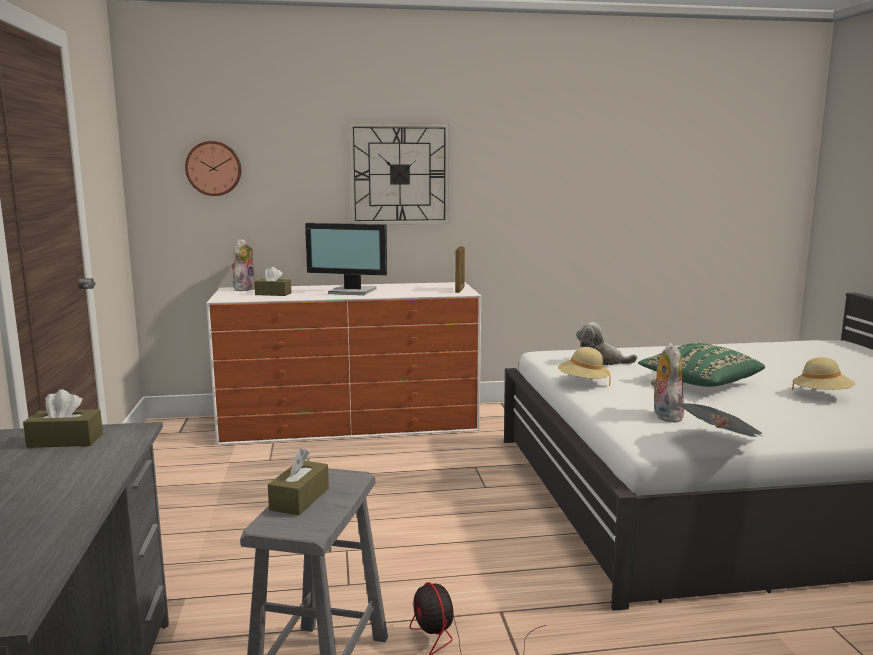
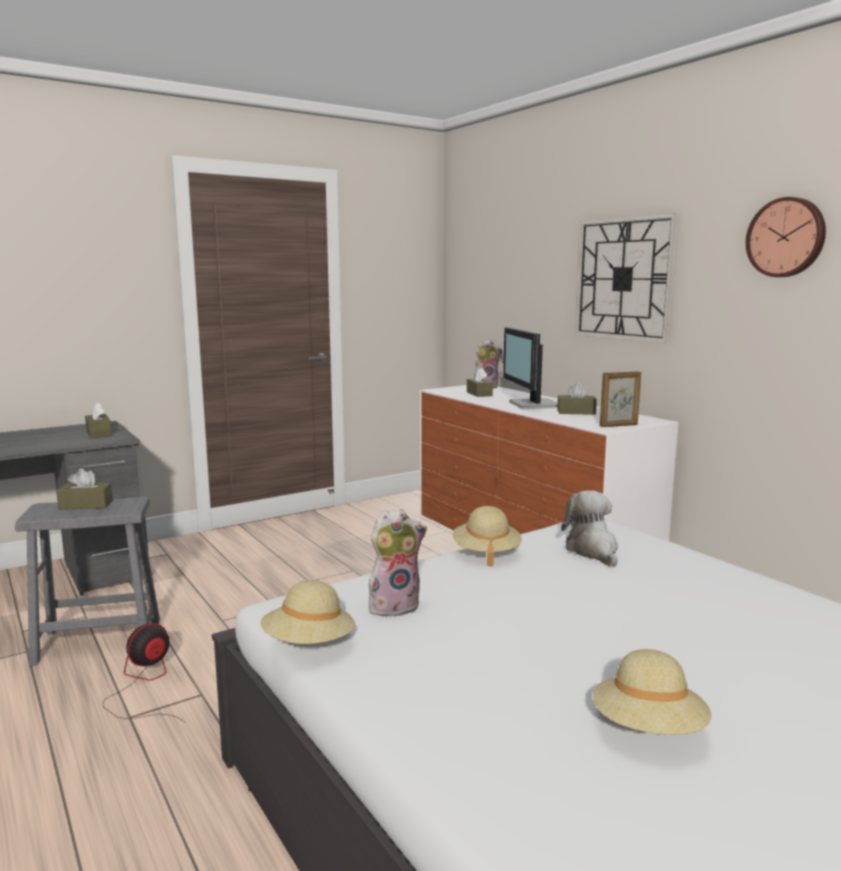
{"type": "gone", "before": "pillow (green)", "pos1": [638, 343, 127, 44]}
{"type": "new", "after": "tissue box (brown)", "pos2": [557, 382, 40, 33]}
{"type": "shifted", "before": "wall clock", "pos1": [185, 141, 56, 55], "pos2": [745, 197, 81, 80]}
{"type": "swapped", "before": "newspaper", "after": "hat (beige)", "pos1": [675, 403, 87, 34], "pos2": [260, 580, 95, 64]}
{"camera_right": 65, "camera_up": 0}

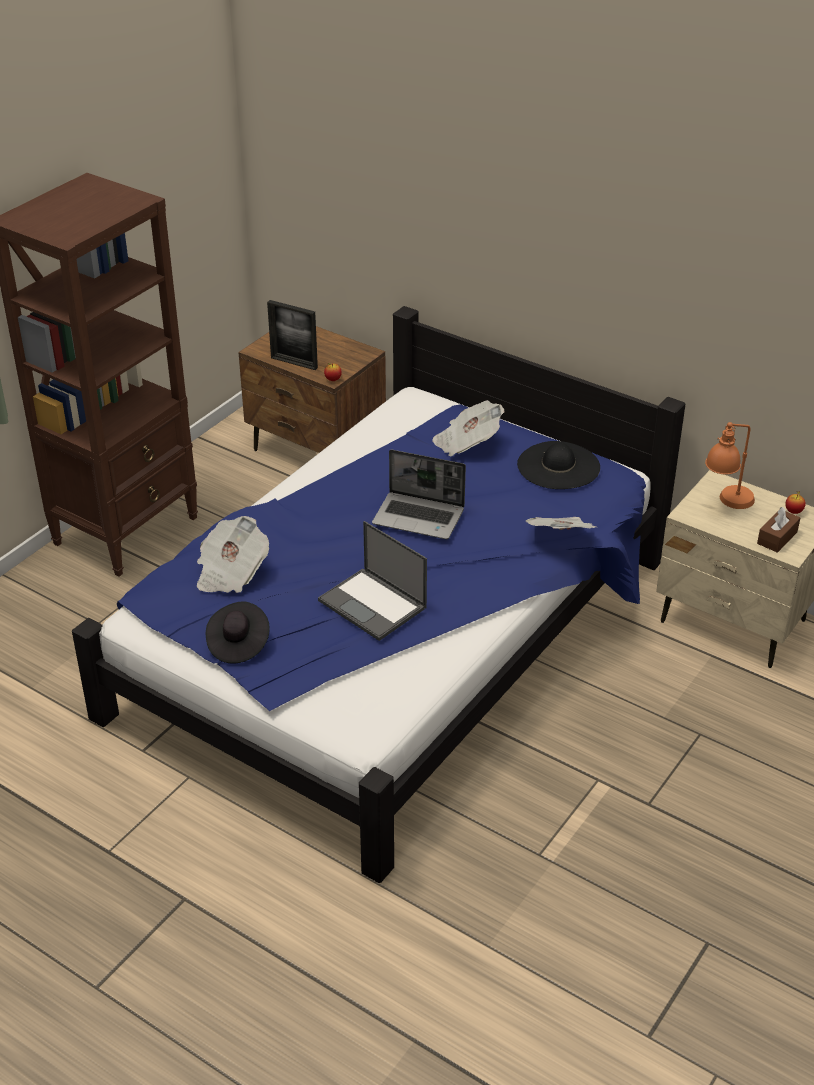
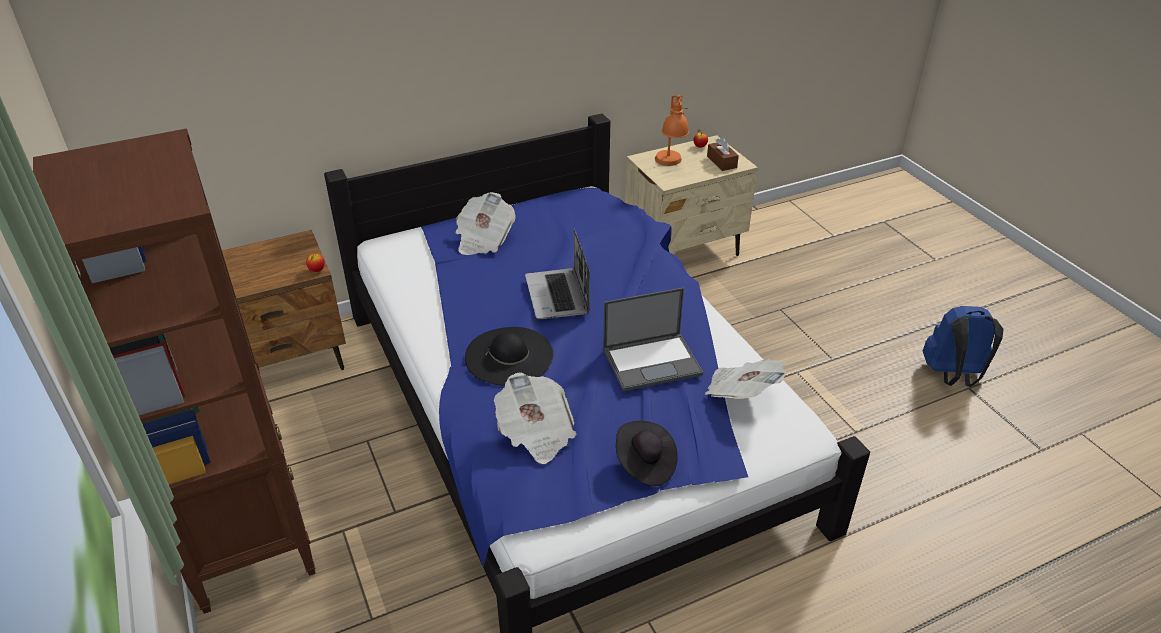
{"type": "gone", "before": "picture frame", "pos1": [267, 300, 51, 70]}
{"type": "new", "after": "backpack (blue)", "pos2": [923, 306, 81, 81]}
{"type": "shifted", "before": "hat (black)", "pos1": [517, 441, 83, 48], "pos2": [465, 327, 88, 59]}
{"type": "shifted", "before": "newspaper", "pos1": [526, 517, 70, 13], "pos2": [705, 359, 81, 40]}
{"type": "rotated", "before": "laptop", "pos1": [372, 449, 94, 90], "pos2": [525, 228, 65, 91], "turn": 120}
{"camera_right": -60, "camera_up": 0}

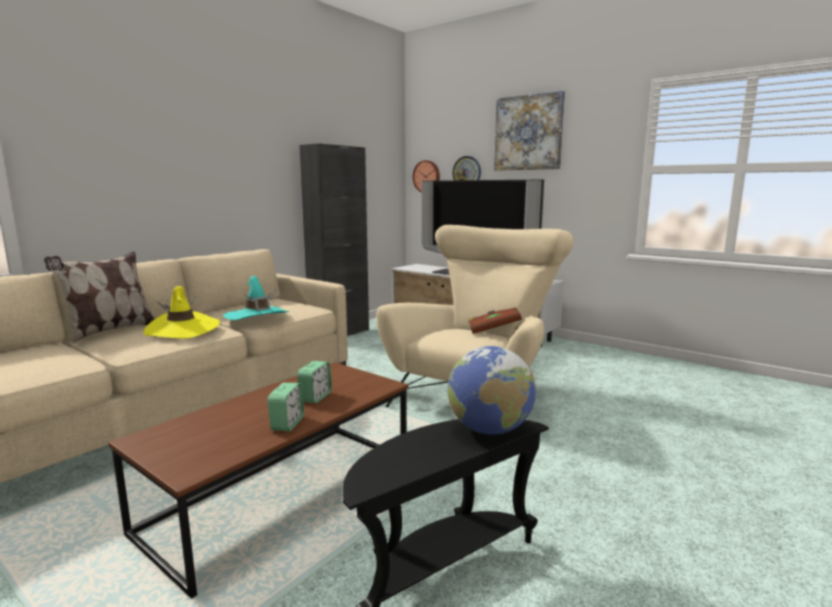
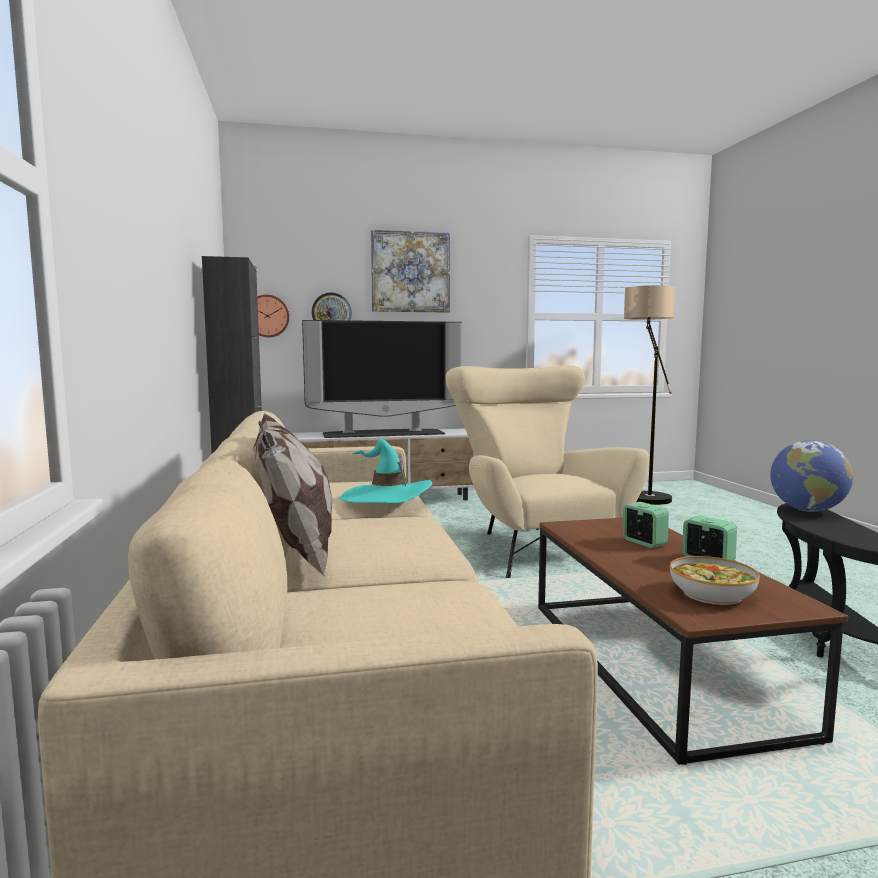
{"type": "gone", "before": "hat (yellow)", "pos1": [143, 286, 77, 52]}
{"type": "gone", "before": "book (brown)", "pos1": [468, 307, 54, 27]}
{"type": "new", "after": "floor lamp", "pos2": [624, 285, 51, 220]}
{"type": "new", "after": "bowl", "pos2": [670, 556, 90, 49]}
{"camera_right": -50, "camera_up": -5}

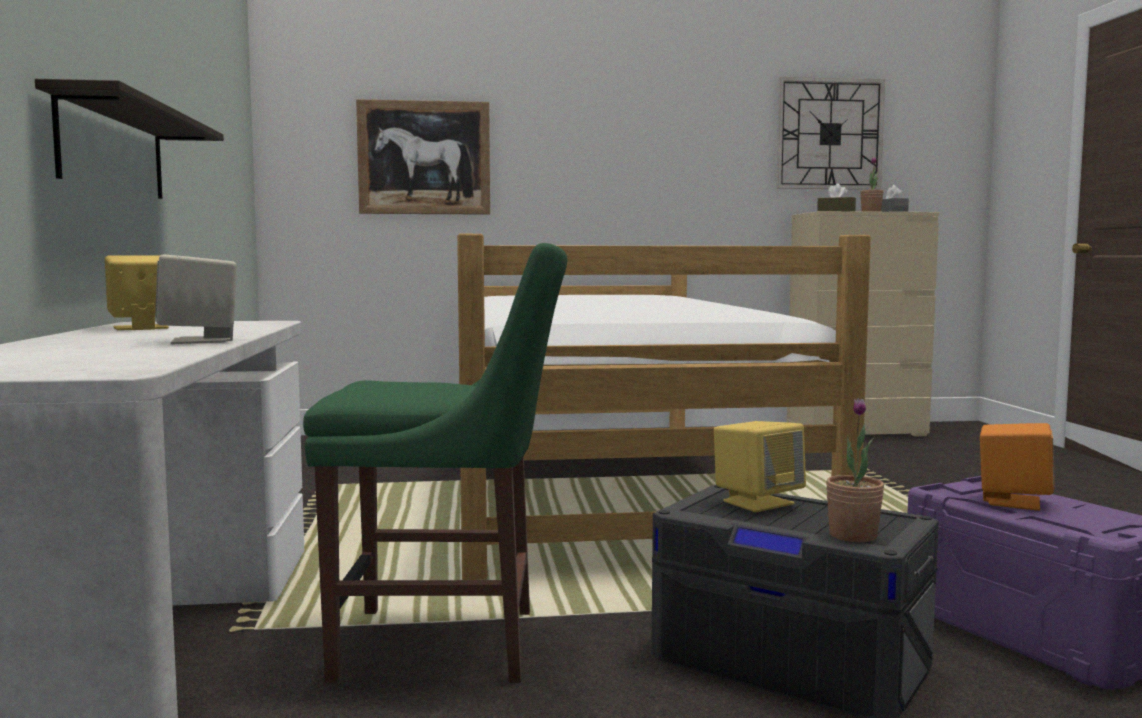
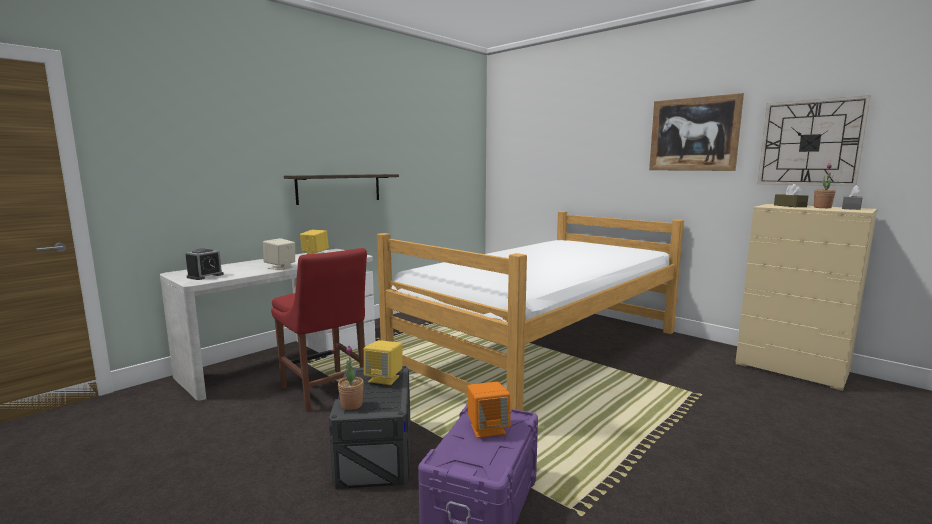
{"type": "new", "after": "alarm clock", "pos2": [186, 248, 38, 32]}
{"type": "shifted", "before": "picture", "pos1": [356, 99, 134, 116], "pos2": [649, 93, 95, 78]}
{"type": "repainted", "before": "chair (green)", "after": "chair (red)", "pos1": [303, 243, 264, 440], "pos2": [271, 248, 96, 164]}
{"camera_right": 50, "camera_up": 5}

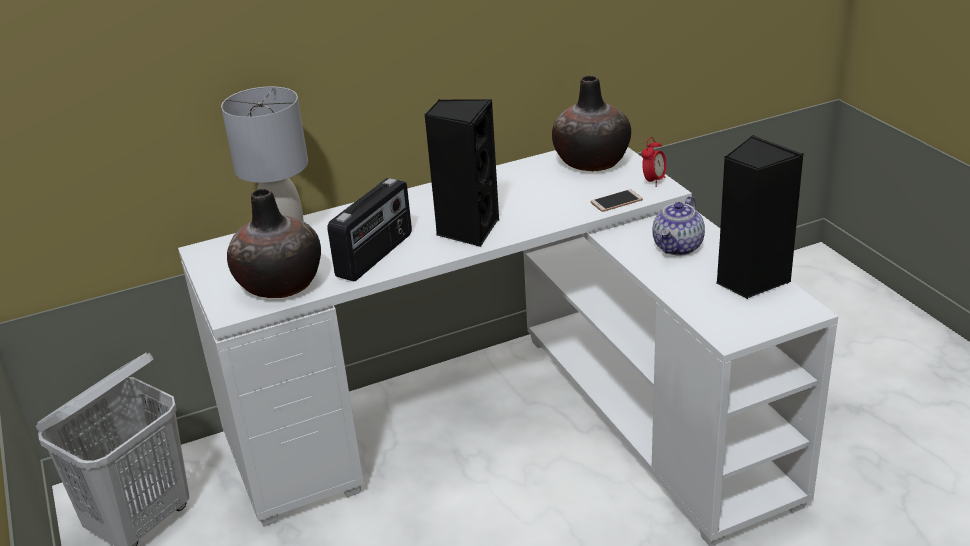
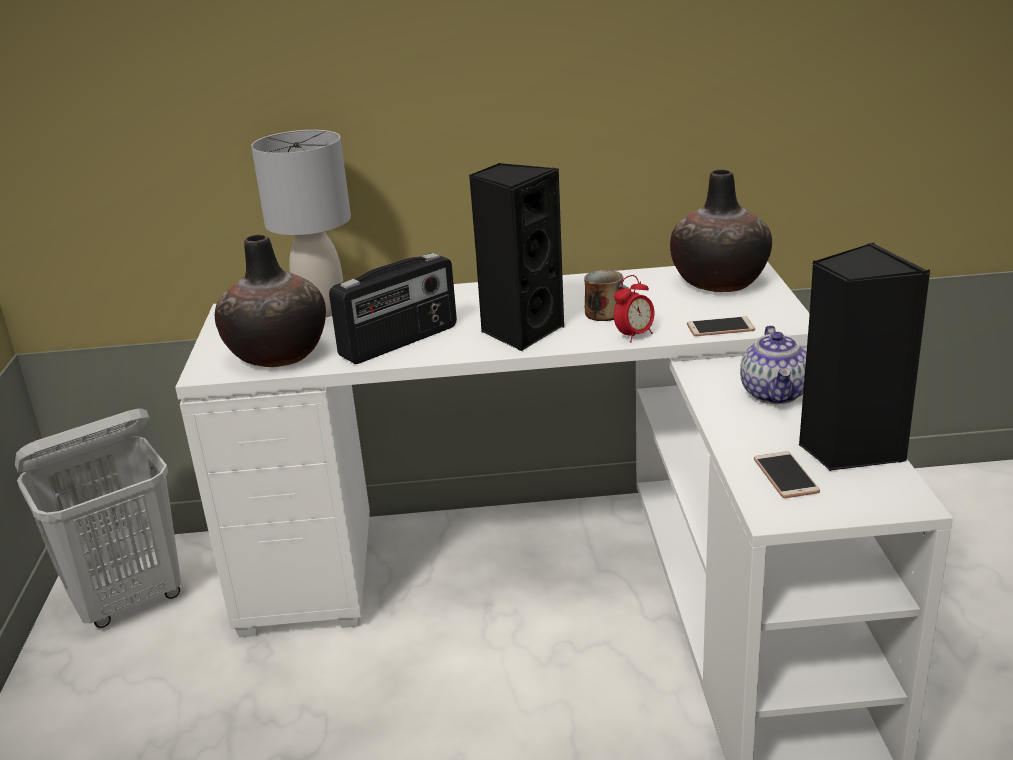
{"type": "new", "after": "mug", "pos2": [584, 270, 45, 51]}
{"type": "new", "after": "phone", "pos2": [754, 451, 66, 47]}
{"type": "shifted", "before": "alarm clock", "pos1": [641, 137, 26, 50], "pos2": [614, 275, 41, 68]}
{"type": "rotated", "before": "teapot", "pos1": [652, 196, 53, 60], "pos2": [740, 325, 67, 79], "turn": -45}
{"camera_right": 20, "camera_up": -5}

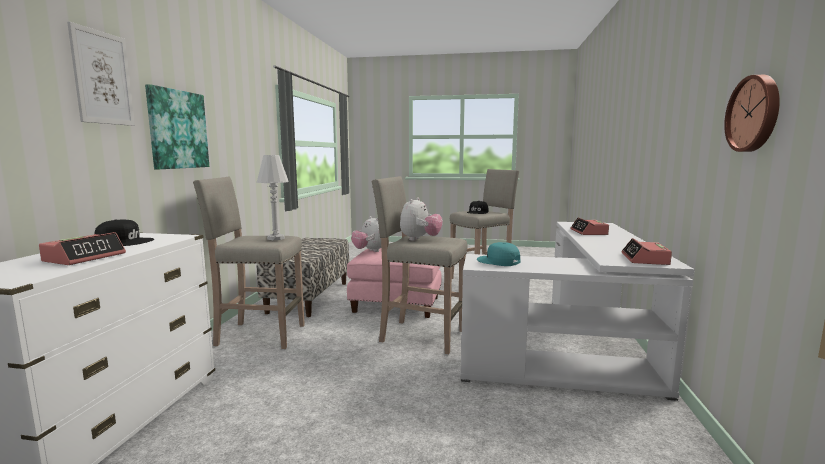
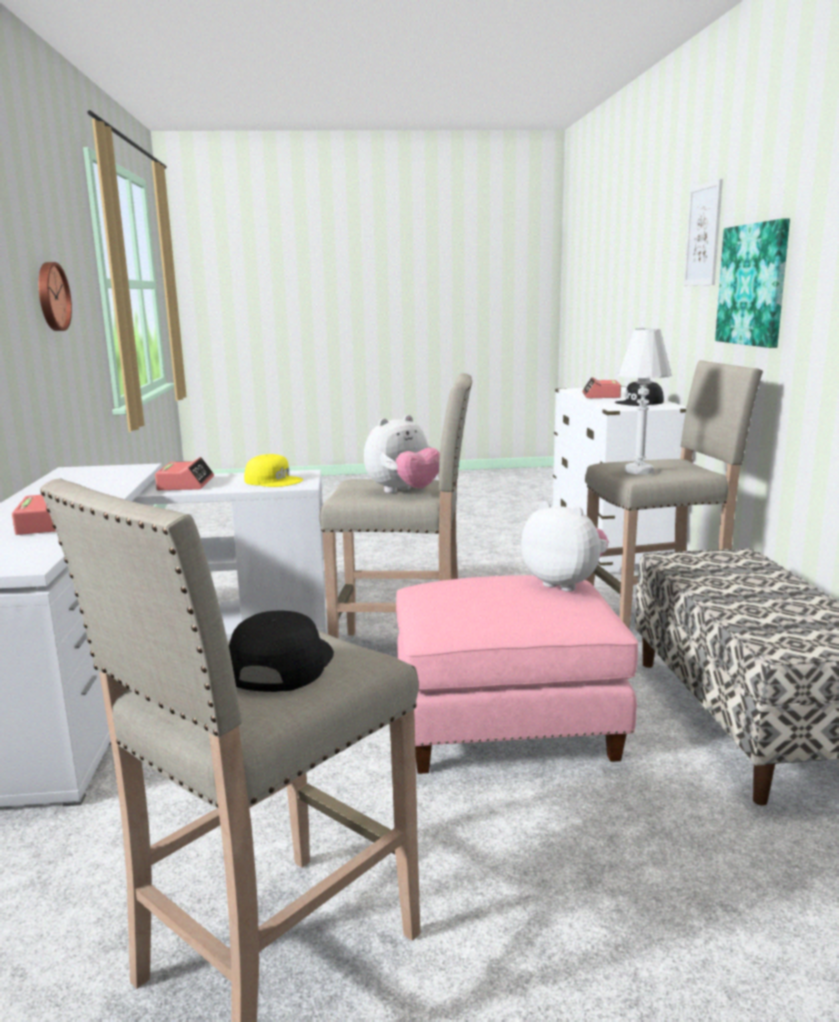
{"type": "shifted", "before": "alarm clock", "pos1": [622, 238, 50, 27], "pos2": [155, 457, 59, 33]}
{"type": "repainted", "before": "cap (turquoise)", "after": "cap (yellow)", "pos1": [477, 242, 43, 24], "pos2": [244, 454, 59, 33]}
{"type": "rotated", "before": "plush toy", "pos1": [400, 197, 43, 44], "pos2": [364, 415, 76, 78], "turn": -135}
{"camera_right": 165, "camera_up": 5}

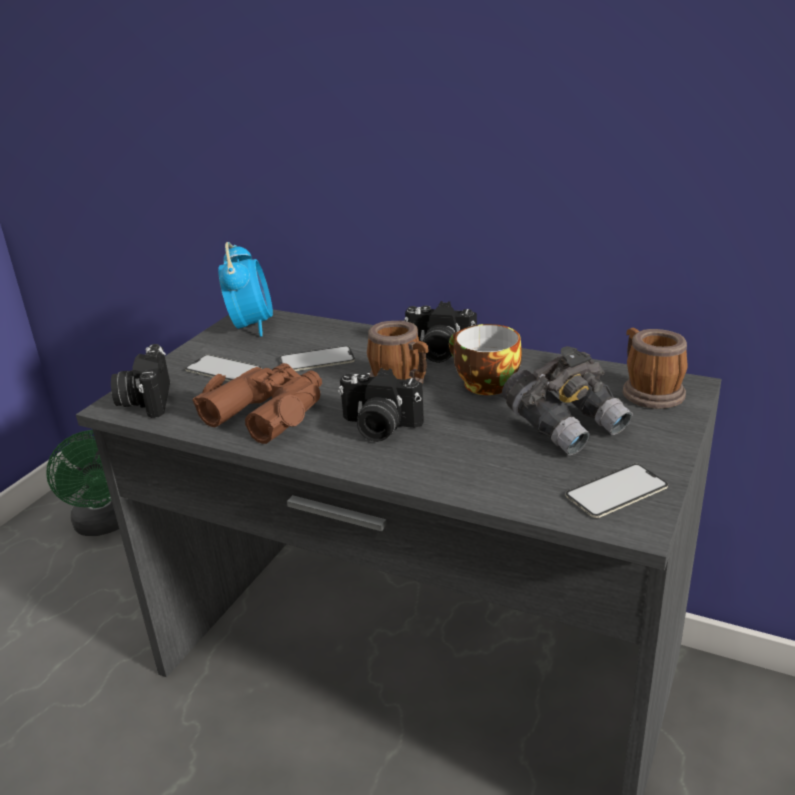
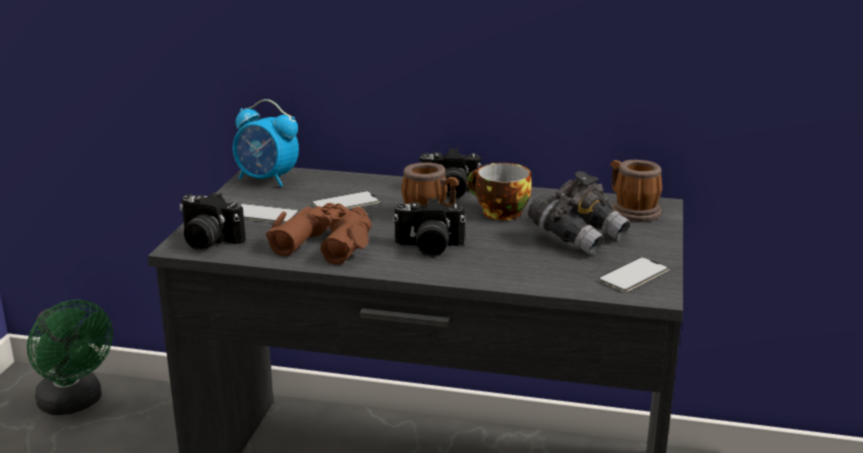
{"type": "rotated", "before": "photo camera", "pos1": [111, 344, 59, 74], "pos2": [179, 192, 67, 58], "turn": -45}
{"type": "rotated", "before": "alarm clock", "pos1": [218, 242, 55, 95], "pos2": [233, 99, 66, 88], "turn": 135}
{"camera_right": -15, "camera_up": -5}

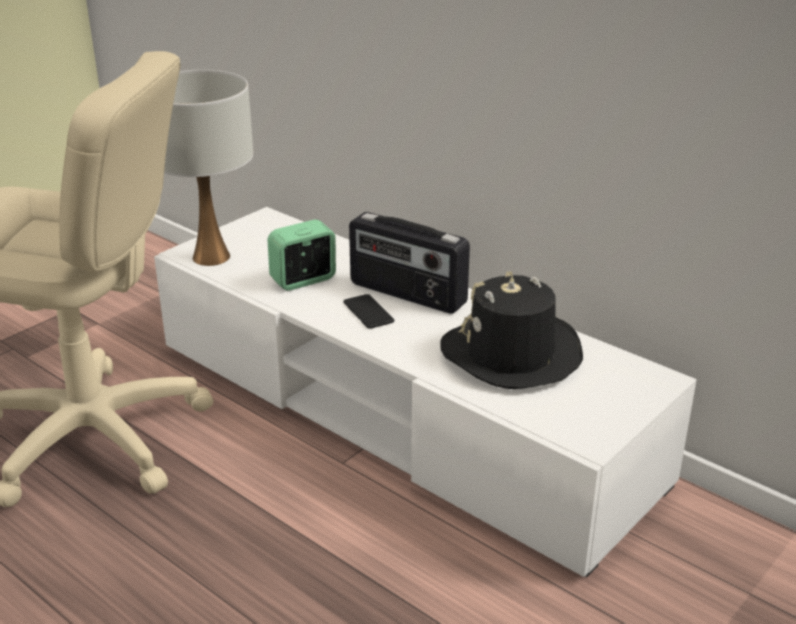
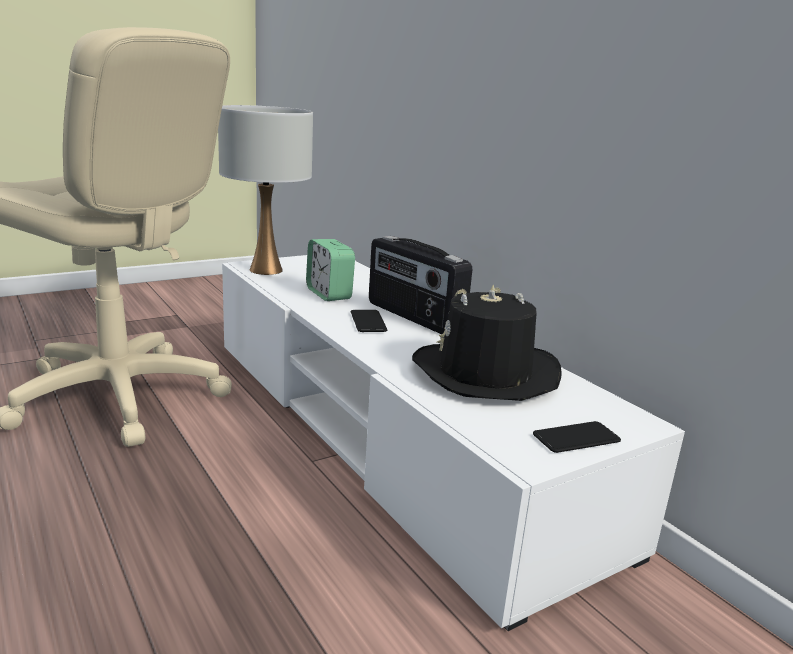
{"type": "new", "after": "phone", "pos2": [533, 421, 88, 32]}
{"type": "rotated", "before": "alarm clock", "pos1": [268, 219, 68, 72], "pos2": [306, 239, 49, 62], "turn": -105}
{"camera_right": 15, "camera_up": -10}

